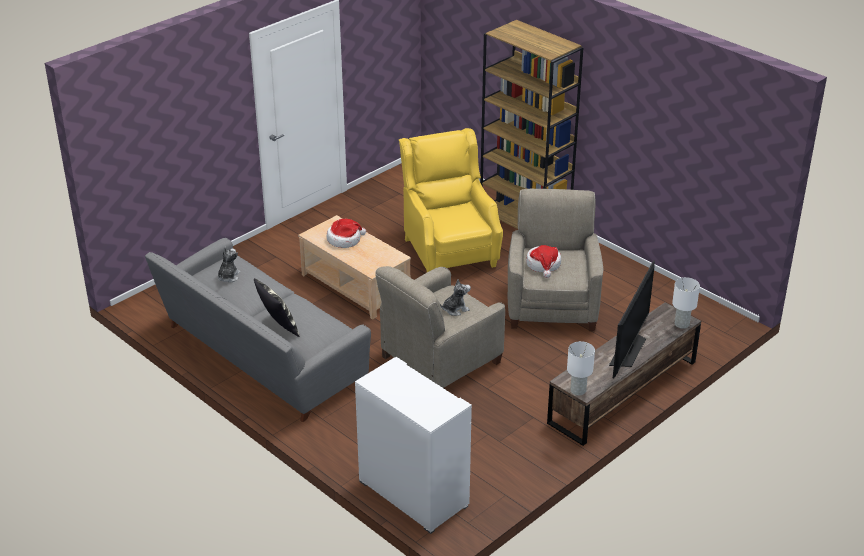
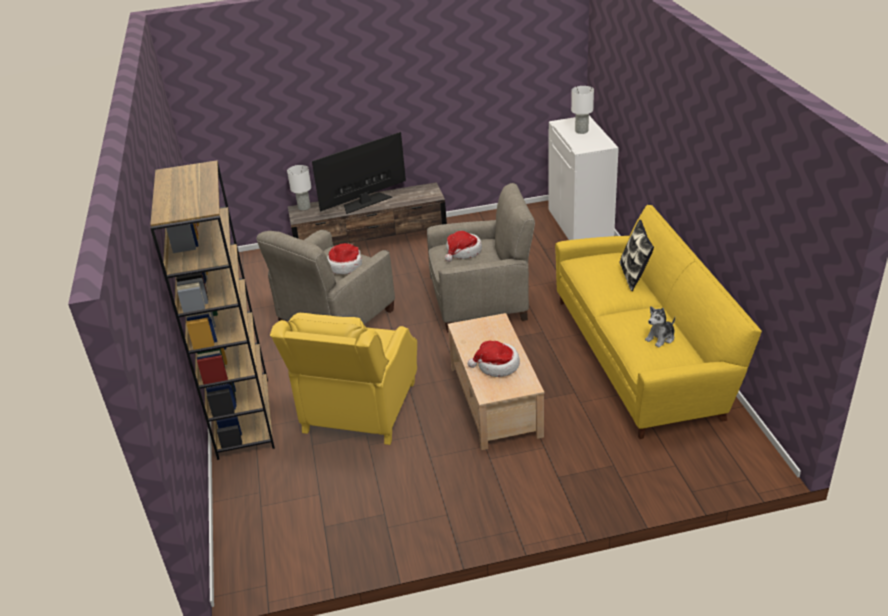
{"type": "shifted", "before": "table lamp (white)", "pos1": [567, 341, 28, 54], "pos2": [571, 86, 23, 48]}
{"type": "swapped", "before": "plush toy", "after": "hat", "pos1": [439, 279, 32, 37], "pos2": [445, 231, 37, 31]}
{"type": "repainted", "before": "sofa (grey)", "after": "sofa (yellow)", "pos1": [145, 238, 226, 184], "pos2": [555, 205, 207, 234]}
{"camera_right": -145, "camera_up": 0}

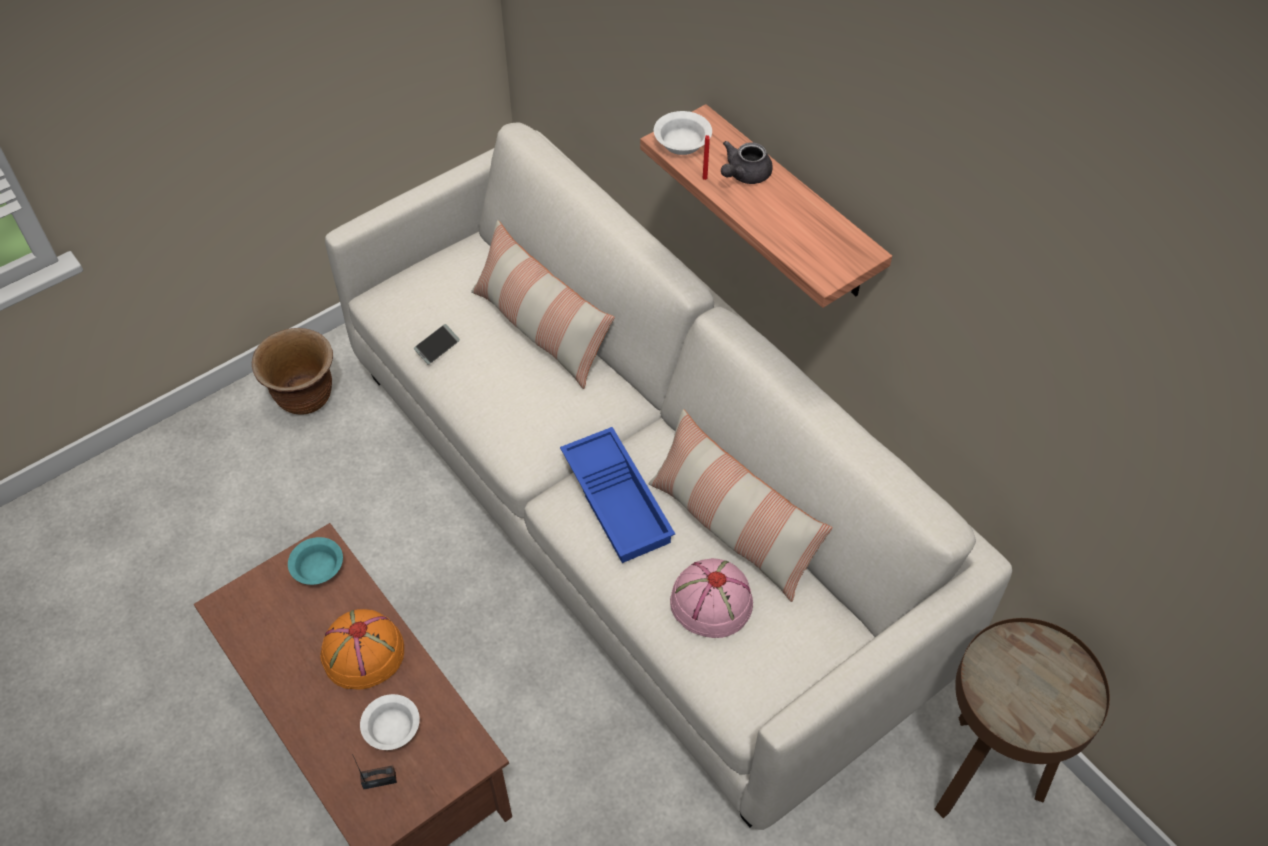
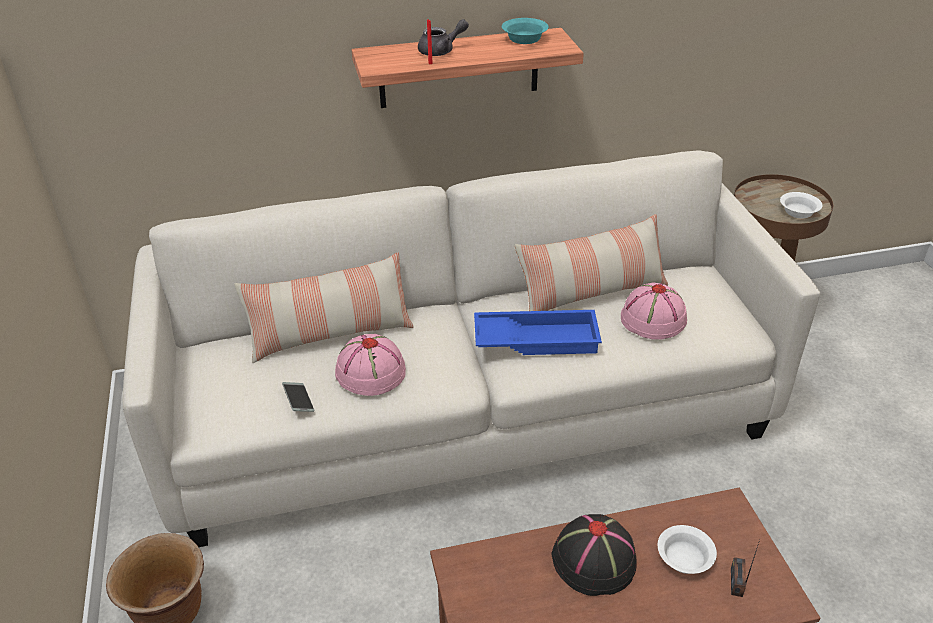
{"type": "new", "after": "hat (pink)", "pos2": [335, 334, 71, 62]}
{"type": "shifted", "before": "bowl (turquoise)", "pos1": [288, 537, 55, 48], "pos2": [502, 18, 47, 26]}
{"type": "shifted", "before": "bowl (white)", "pos1": [654, 111, 58, 44], "pos2": [780, 192, 42, 26]}
{"type": "repainted", "before": "hat (orange)", "after": "hat (black)", "pos1": [320, 609, 84, 81], "pos2": [552, 514, 84, 82]}
{"type": "rotated", "before": "teapot (grey)", "pos1": [721, 141, 52, 43], "pos2": [418, 19, 51, 37], "turn": -90}
{"camera_right": -65, "camera_up": -15}

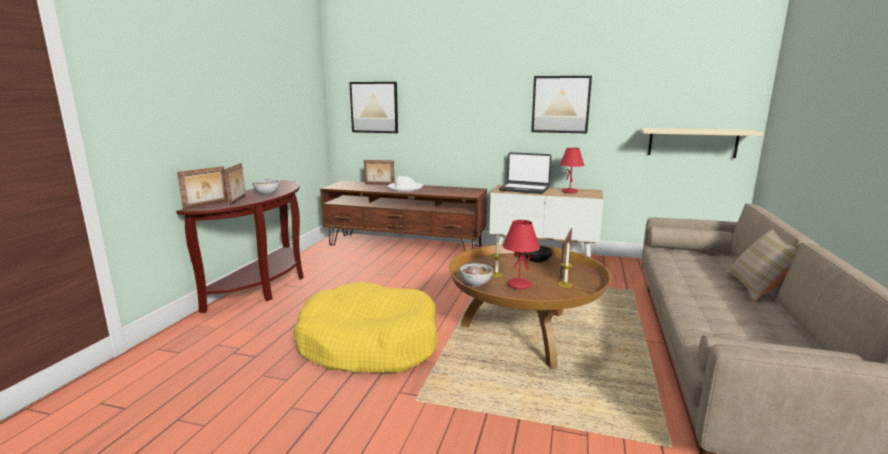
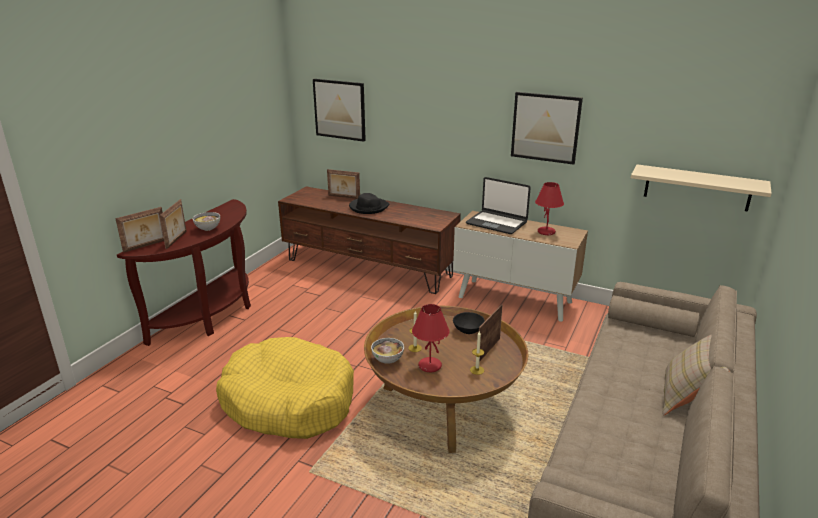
{"type": "repainted", "before": "hat (white)", "after": "hat (black)", "pos1": [388, 176, 35, 16], "pos2": [349, 193, 40, 21]}
{"camera_right": 10, "camera_up": 10}

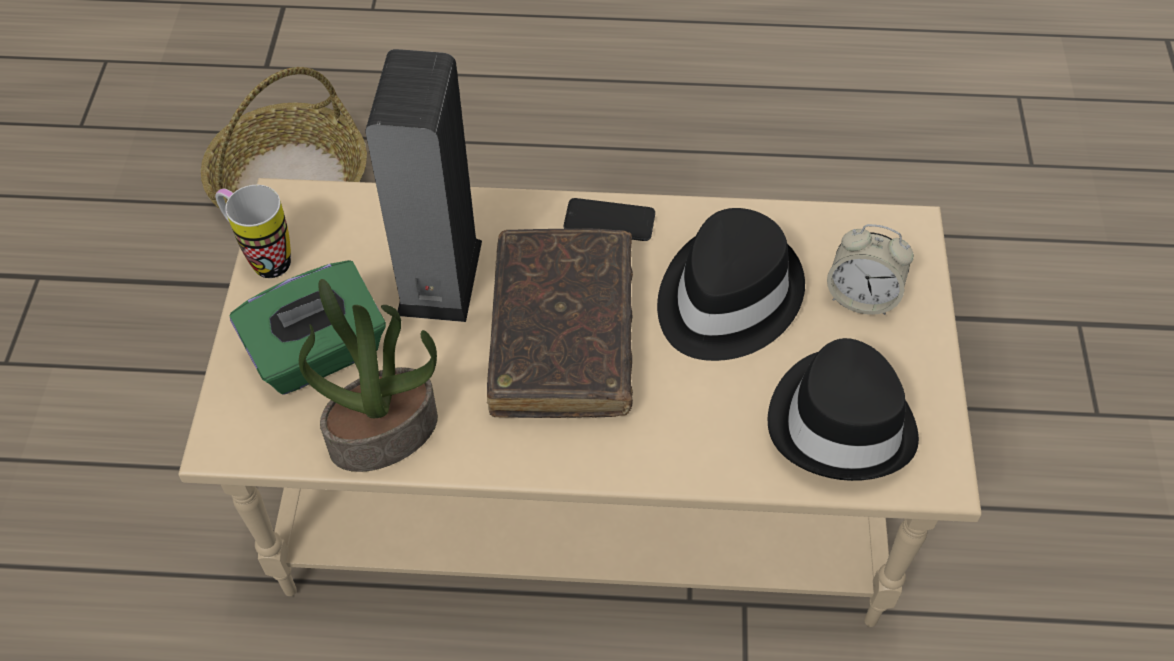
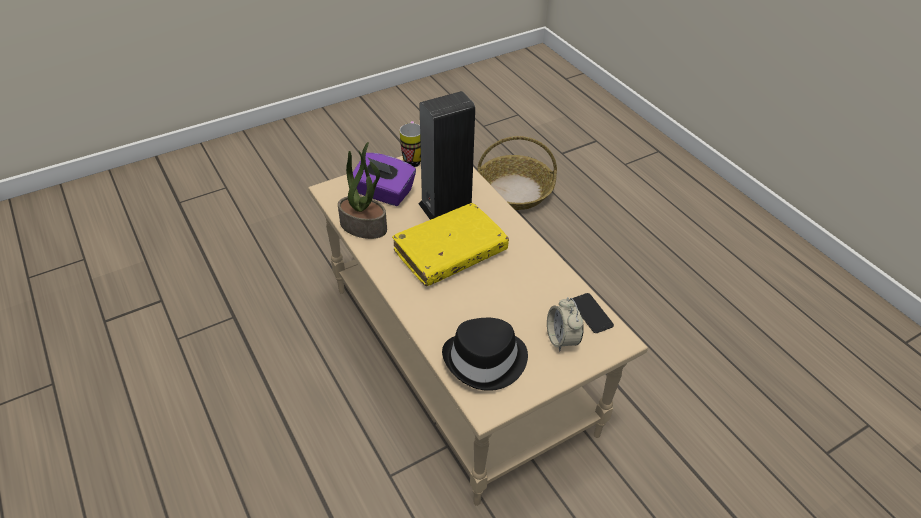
{"type": "gone", "before": "hat (black)", "pos1": [657, 208, 148, 153]}
{"type": "shifted", "before": "phone", "pos1": [564, 198, 91, 43], "pos2": [571, 293, 43, 40]}
{"type": "repainted", "before": "tissue box (green)", "after": "tissue box (purple)", "pos1": [230, 260, 156, 134], "pos2": [353, 153, 63, 53]}
{"type": "repainted", "before": "book (brown)", "after": "book (yellow)", "pos1": [487, 228, 146, 190], "pos2": [392, 203, 117, 83]}
{"camera_right": 55, "camera_up": -10}

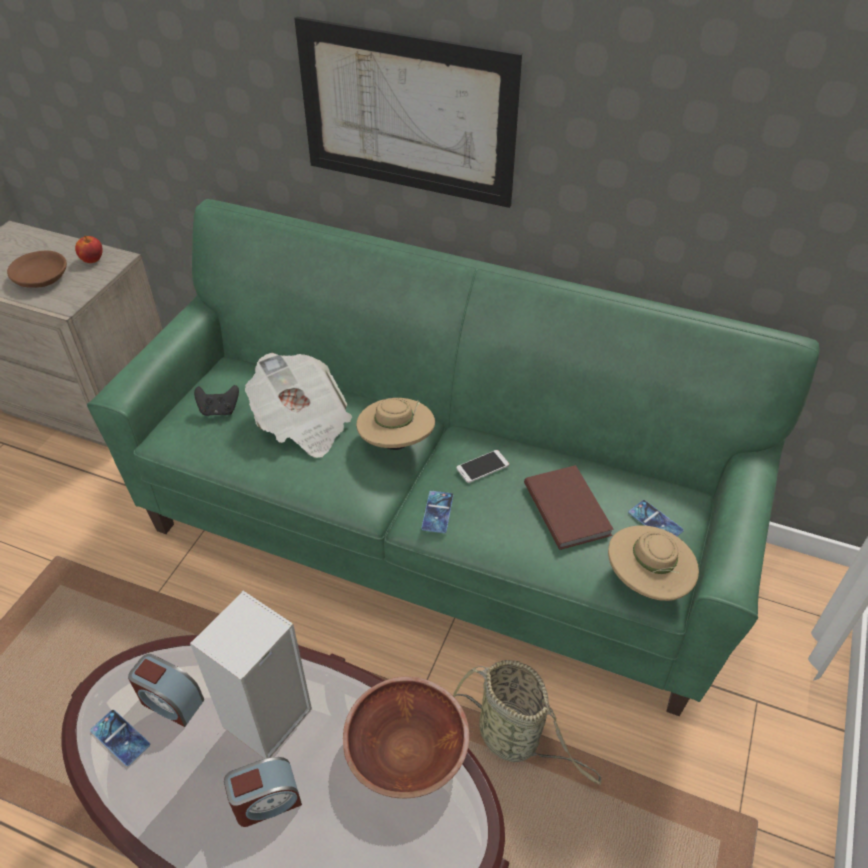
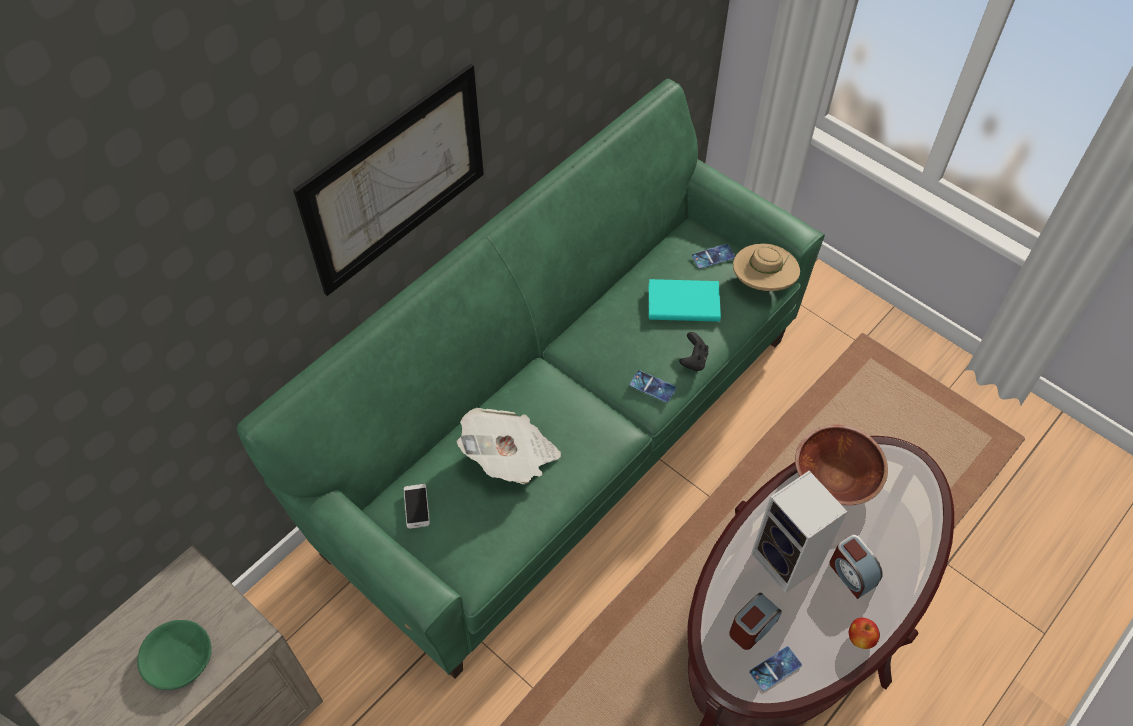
{"type": "gone", "before": "hat (beige)", "pos1": [356, 398, 79, 52]}
{"type": "gone", "before": "basket", "pos1": [453, 660, 148, 125]}
{"type": "shifted", "before": "apple", "pos1": [75, 235, 28, 28], "pos2": [849, 618, 31, 31]}
{"type": "shifted", "before": "game controller (black)", "pos1": [194, 385, 45, 31], "pos2": [679, 332, 29, 40]}
{"type": "shifted", "before": "phone", "pos1": [456, 450, 53, 33], "pos2": [404, 484, 26, 45]}
{"type": "repainted", "before": "bowl (brown)", "after": "bowl (green)", "pos1": [7, 251, 60, 37], "pos2": [137, 620, 75, 70]}
{"type": "repainted", "before": "book (brown)", "after": "book (turquoise)", "pos1": [524, 465, 90, 85], "pos2": [649, 279, 72, 43]}
{"type": "rotated", "before": "alarm clock", "pos1": [224, 757, 78, 70], "pos2": [830, 535, 53, 64], "turn": 150}
{"camera_right": -70, "camera_up": 10}

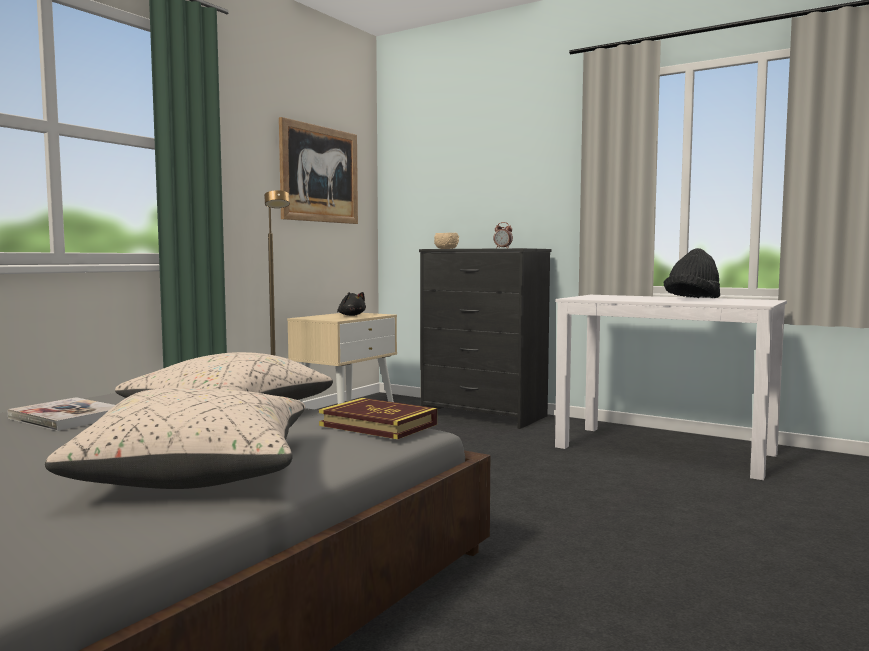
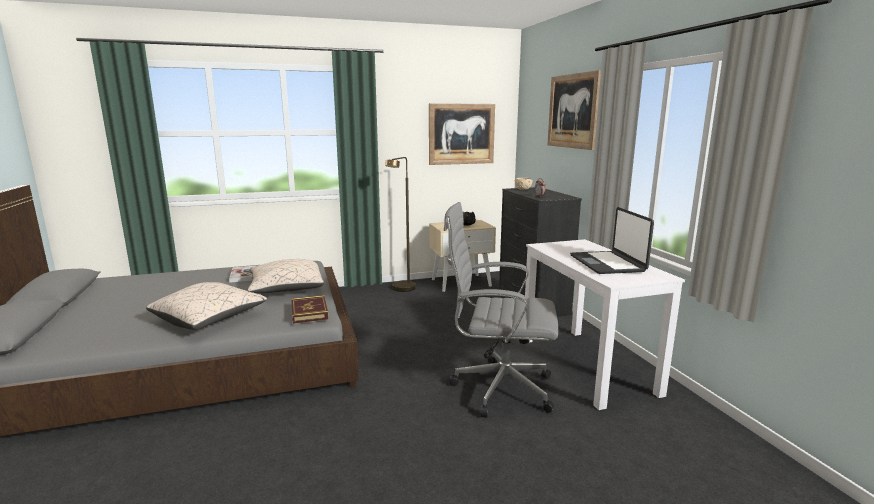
{"type": "new", "after": "office chair (grey)", "pos2": [444, 202, 114, 216]}
{"type": "new", "after": "picture", "pos2": [547, 70, 54, 80]}
{"type": "swapped", "before": "hat (black)", "after": "laptop", "pos1": [664, 248, 56, 50], "pos2": [570, 207, 84, 67]}
{"camera_right": 40, "camera_up": 10}

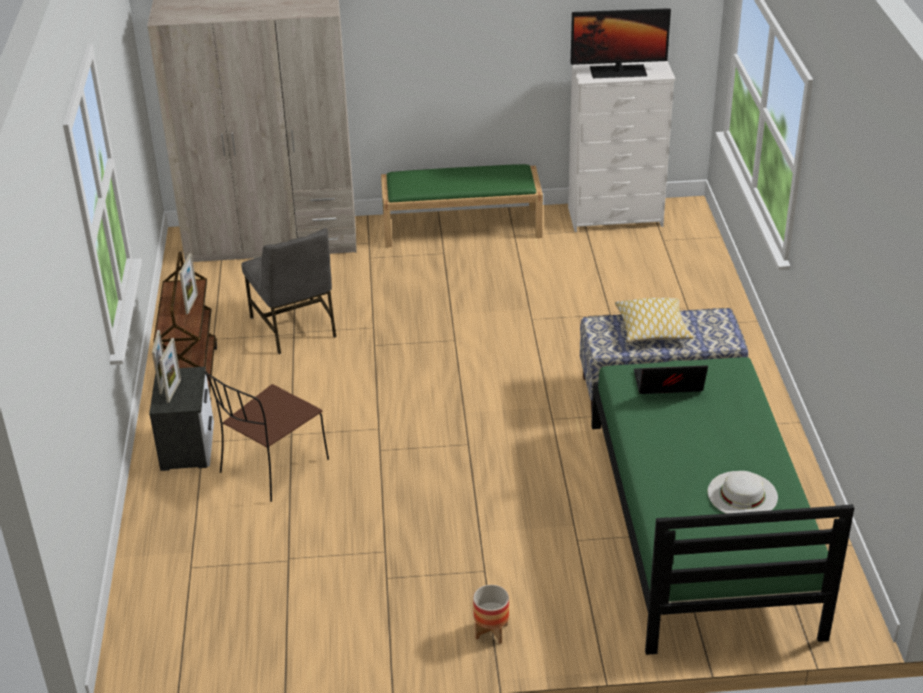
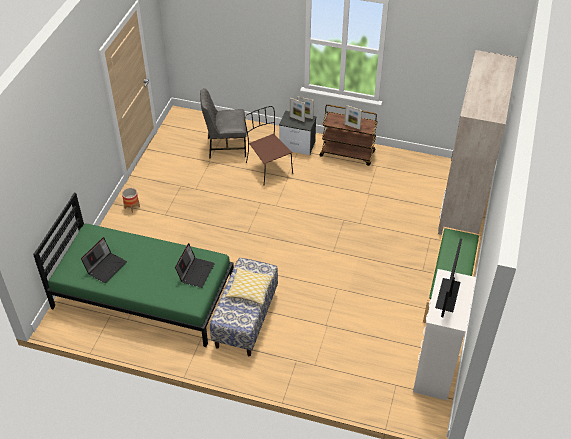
{"type": "shifted", "before": "chair (grey)", "pos1": [241, 228, 95, 126], "pos2": [200, 88, 47, 71]}
{"type": "swapped", "before": "hat (white)", "after": "laptop", "pos1": [708, 471, 70, 43], "pos2": [81, 237, 46, 46]}
{"camera_right": 110, "camera_up": 10}

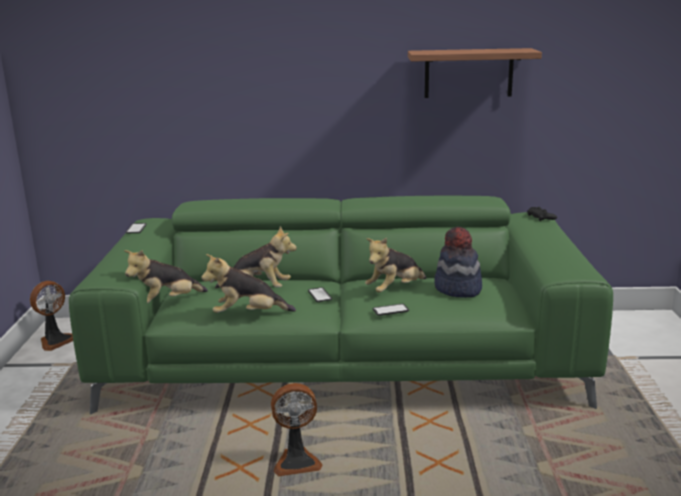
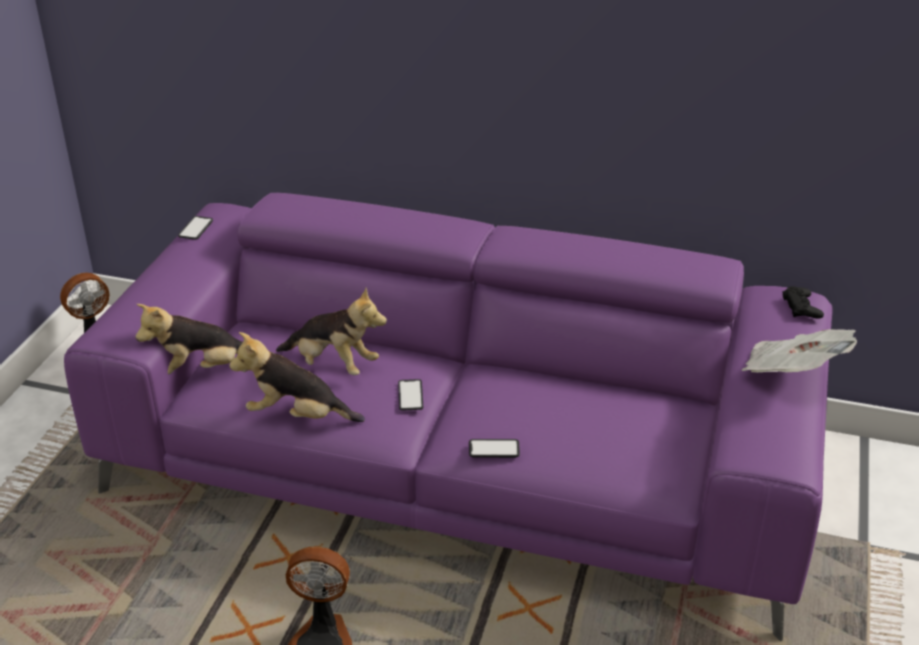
{"type": "gone", "before": "plush toy", "pos1": [365, 238, 61, 55]}
{"type": "gone", "before": "shelf", "pos1": [408, 48, 134, 50]}
{"type": "gone", "before": "hat", "pos1": [435, 226, 47, 72]}
{"type": "new", "after": "newspaper", "pos2": [741, 329, 116, 43]}
{"type": "repainted", "before": "sofa (green)", "after": "sofa (purple)", "pos1": [69, 196, 544, 218], "pos2": [64, 193, 769, 449]}
{"camera_right": 15, "camera_up": 15}

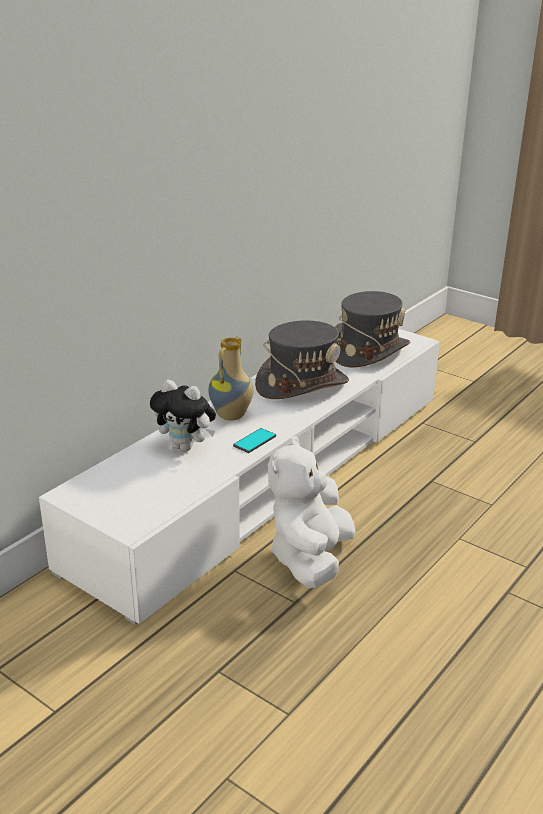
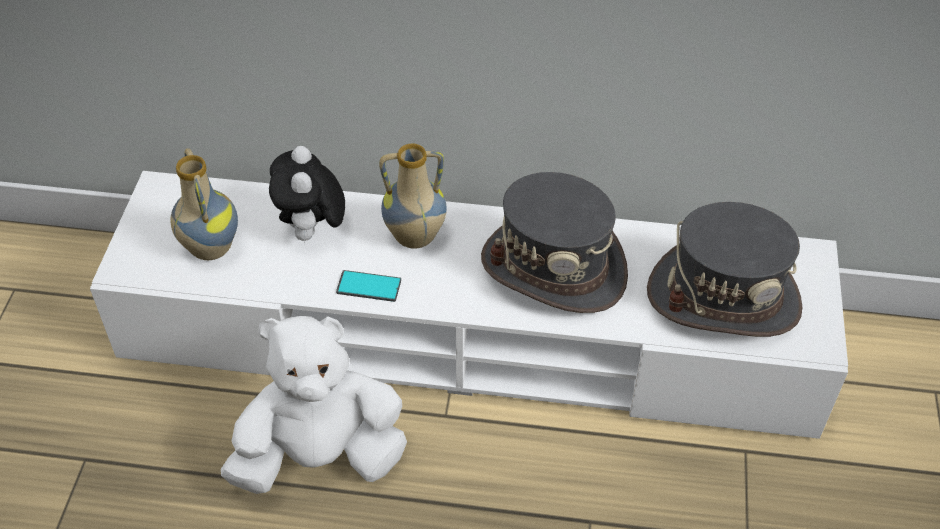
{"type": "new", "after": "vase", "pos2": [170, 148, 68, 112]}
{"camera_right": 60, "camera_up": 20}

